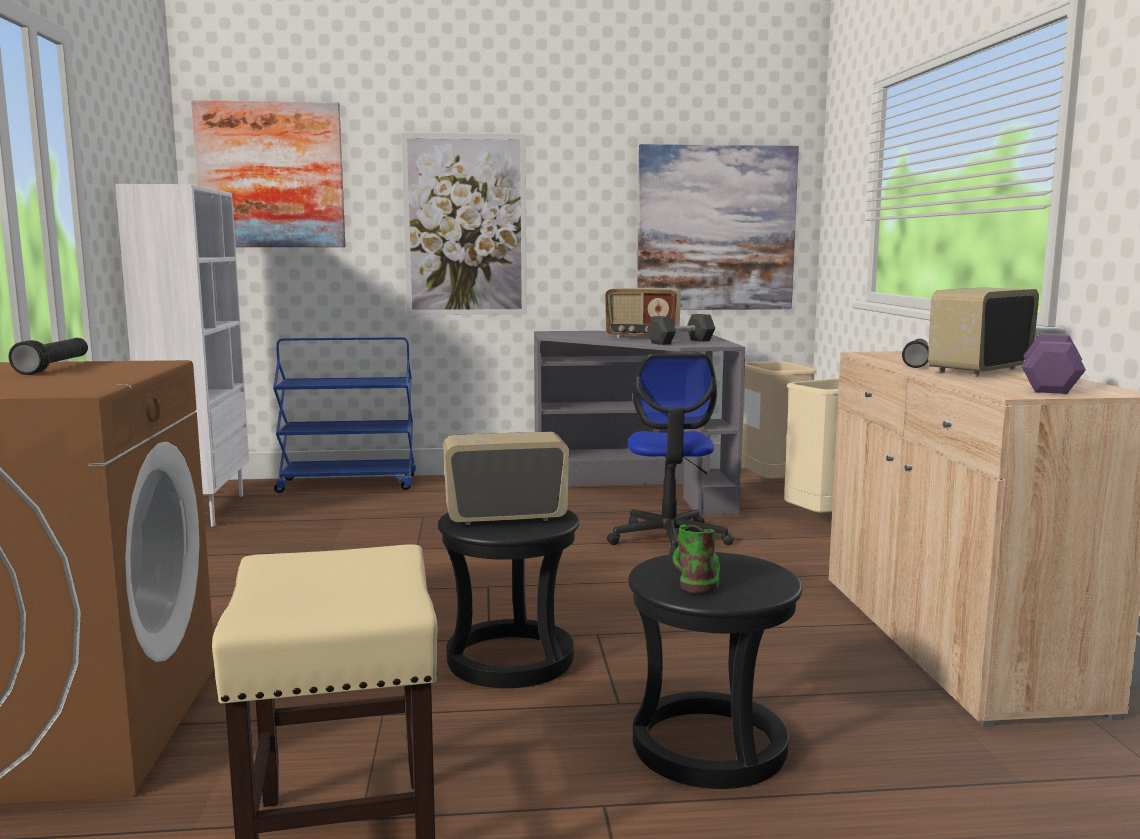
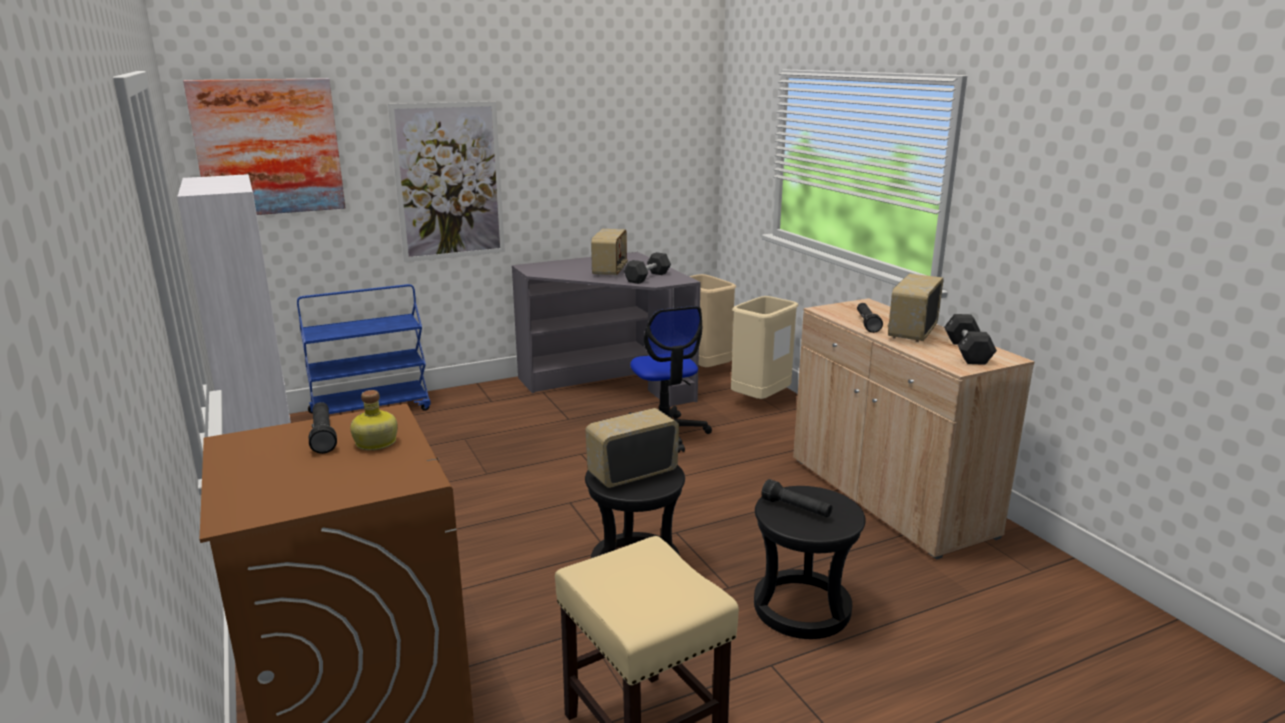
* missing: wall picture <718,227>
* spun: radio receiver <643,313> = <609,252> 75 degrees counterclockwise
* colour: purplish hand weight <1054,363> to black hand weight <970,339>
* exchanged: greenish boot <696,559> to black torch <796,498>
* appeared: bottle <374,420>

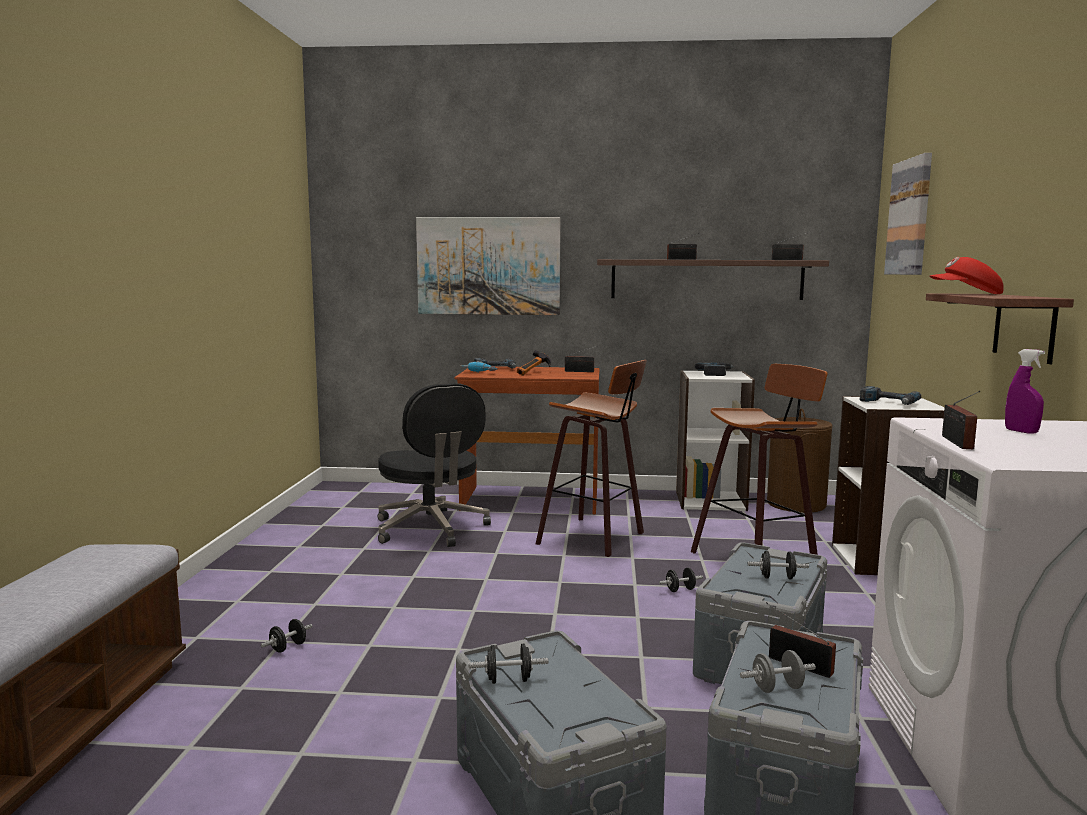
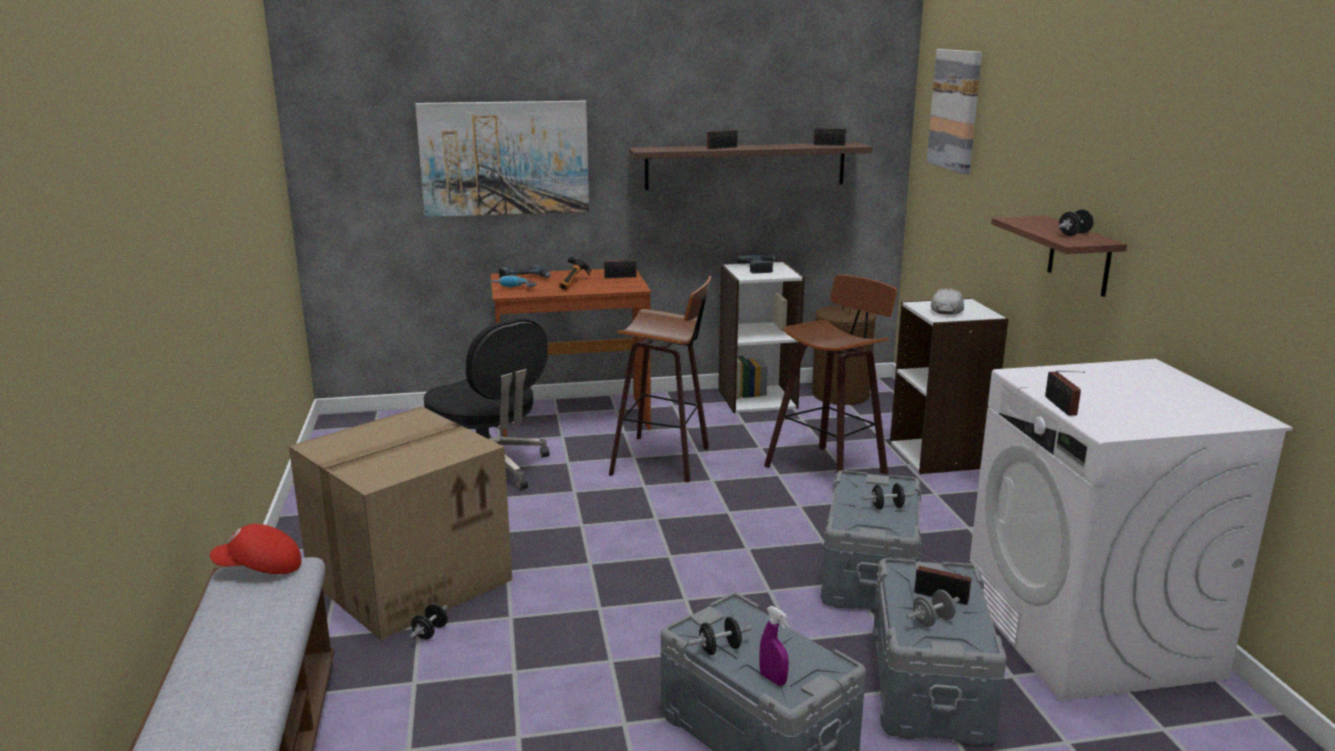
* relocated: red-coloured baseball cap <966,275> to <256,549>
* relocated: purplish sprayer <1025,391> to <774,646>
* exchanged: power drill <890,395> to white baseball cap <947,301>
* relocated: black hand weight <681,579> to <1076,223>
* appeared: packing box <400,523>

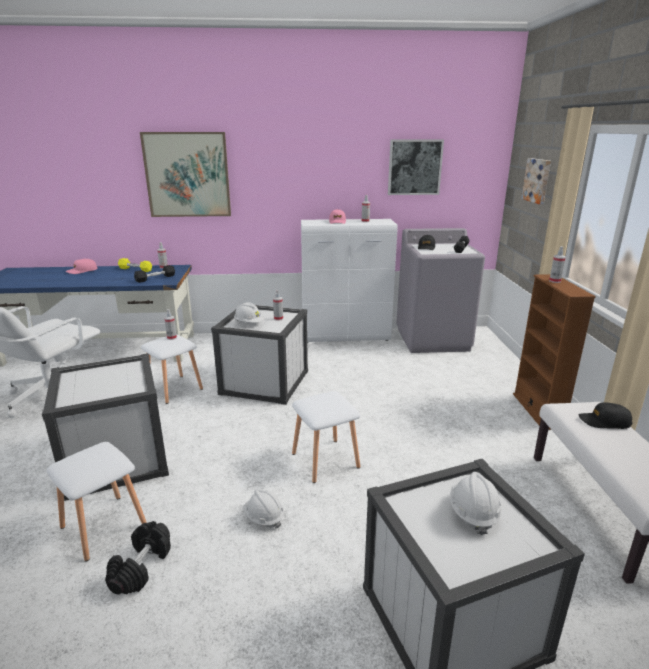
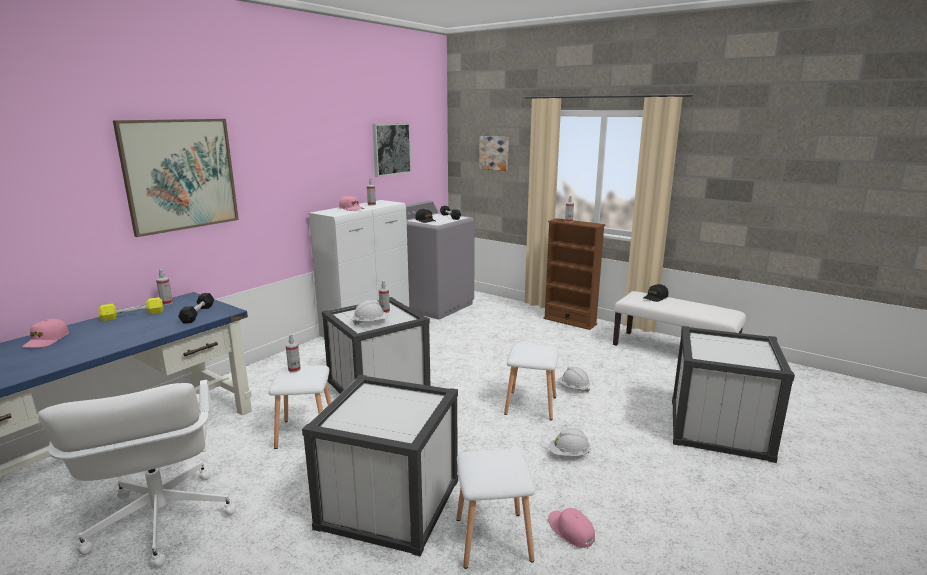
* relocated: white work helmet <476,503> to <574,379>
* exchanged: black hand weight <138,557> to pink baseball cap <571,528>

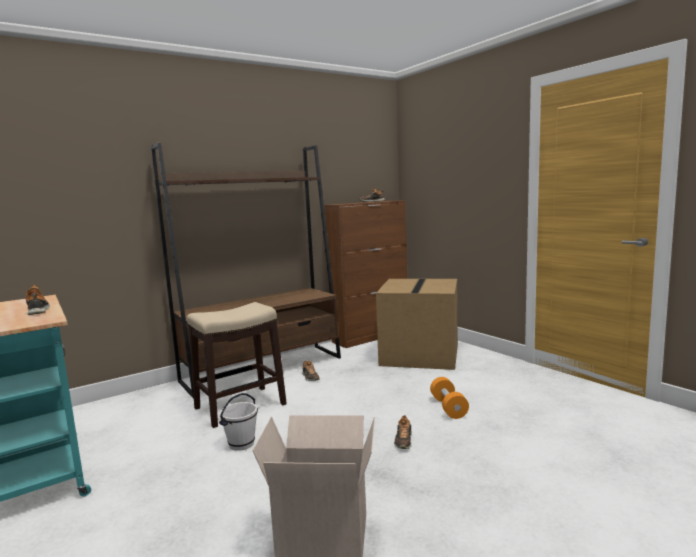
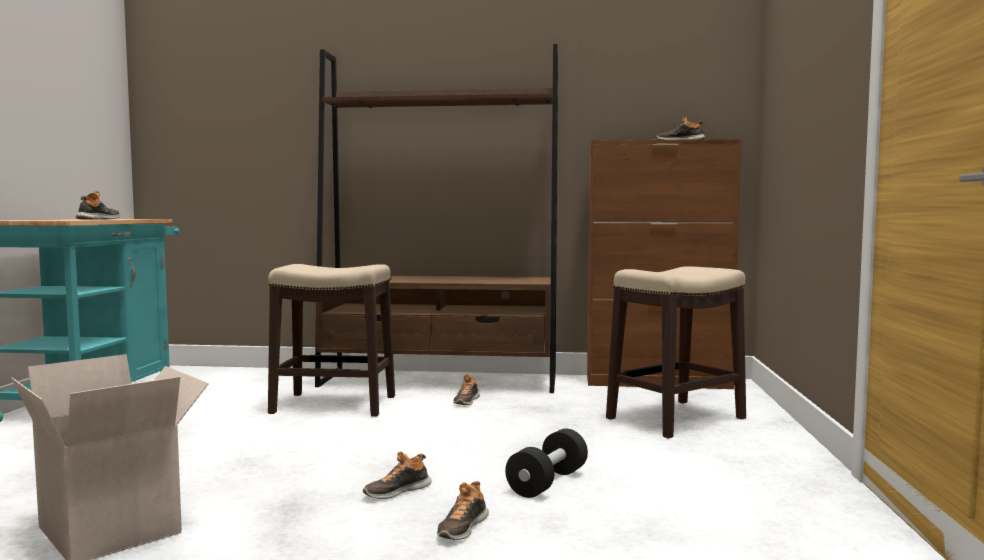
* exchanged: packing box <417,324> to stool <676,352>
* colour: orange hand weight <449,398> to black hand weight <546,463>
* missing: white pail <238,422>
* appeared: item of footwear <463,510>

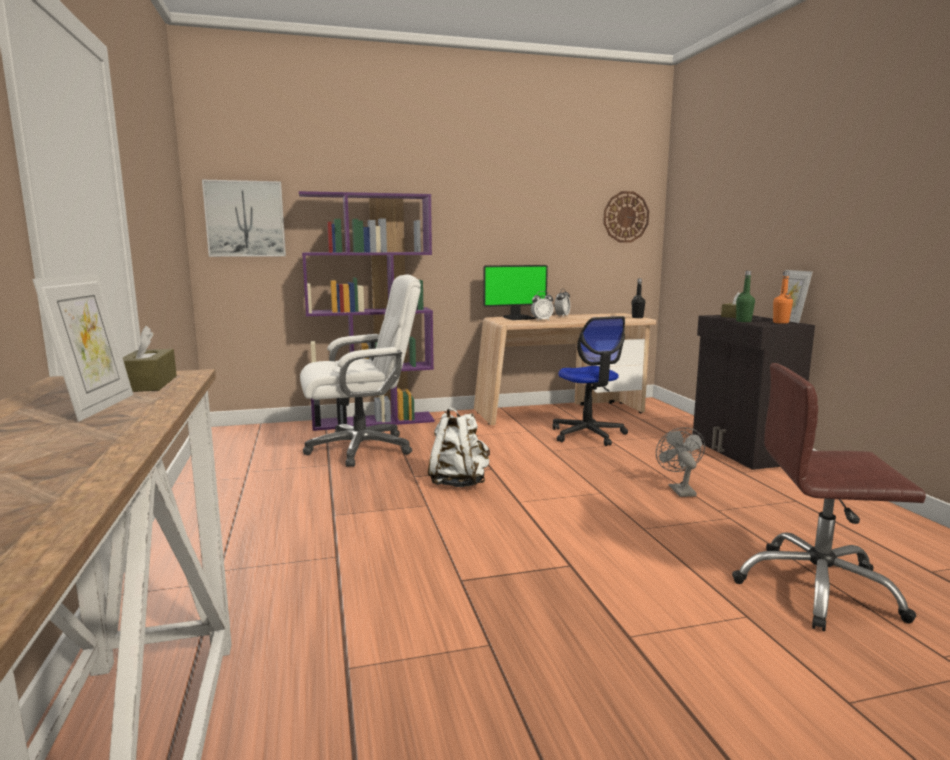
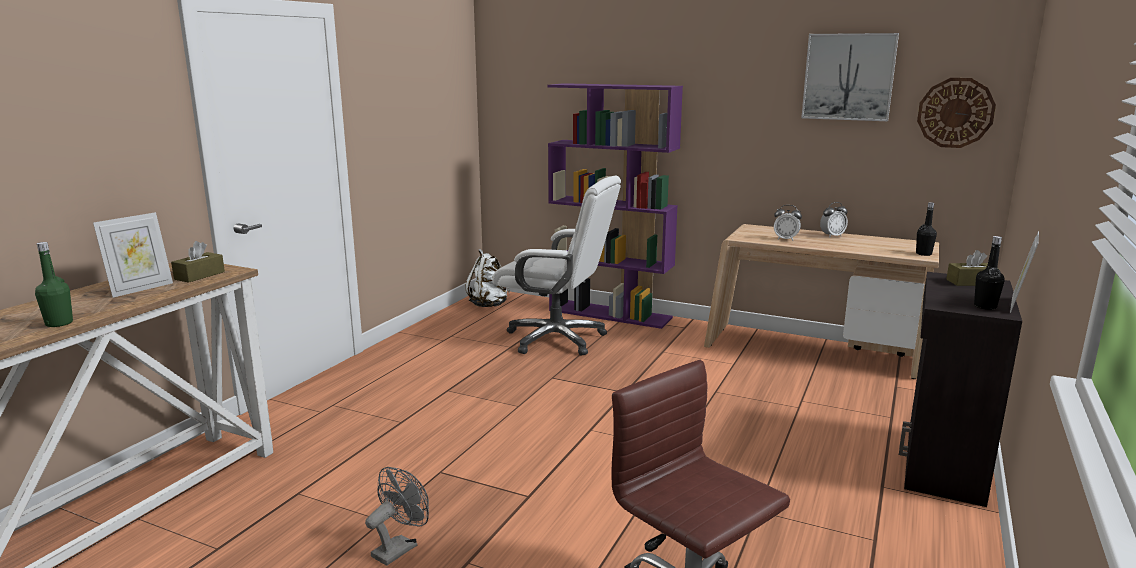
* relocated: wall picture <244,218> to <850,77>
* missing: computer screen <515,292>
* relocated: greenish bottle <745,296> to <54,284>
* colour: orange bottle <783,297> to black bottle <989,273>
* missing: office chair <590,381>
* relocated: white knapsack <459,447> to <487,278>
* relocated: gray fan <680,462> to <397,516>

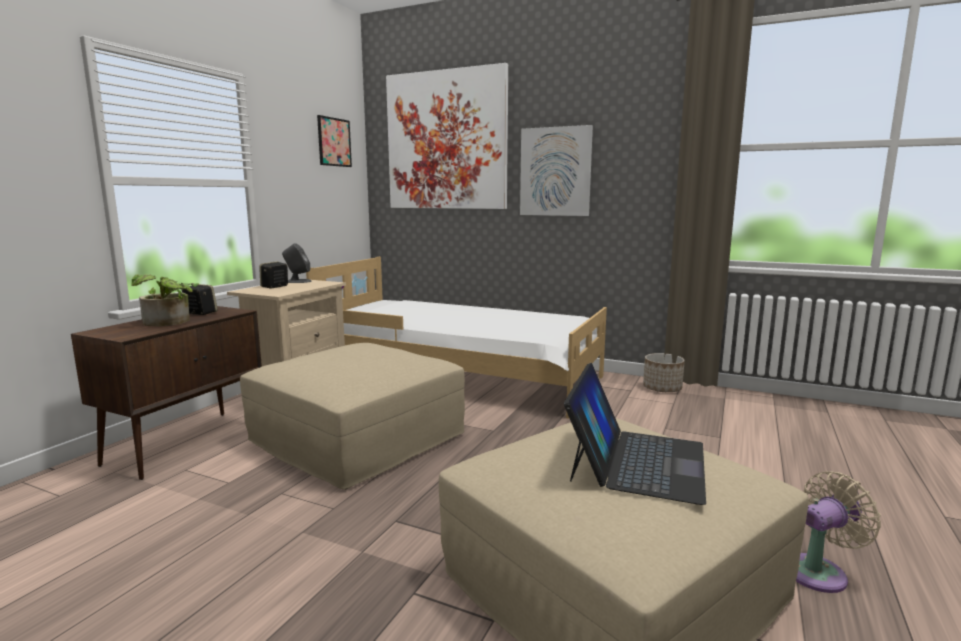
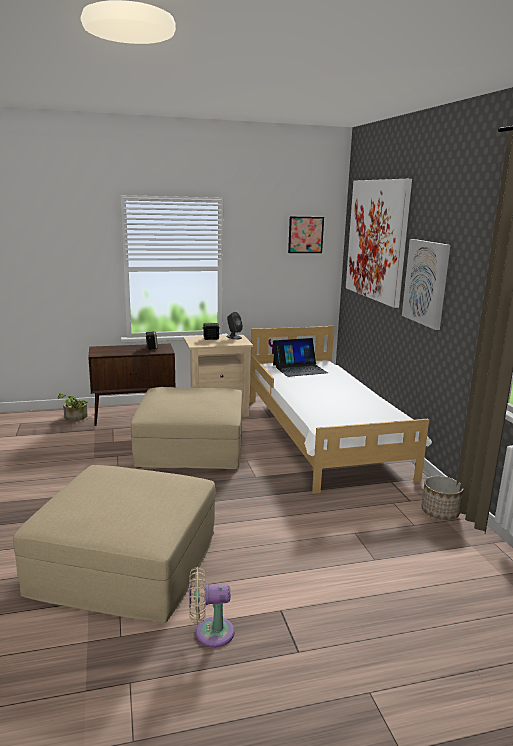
* relocated: houseplant <165,300> to <72,407>
* relocated: notebook computer <635,434> to <300,357>
* spun: beige fan <838,532> = <211,607> 150 degrees clockwise

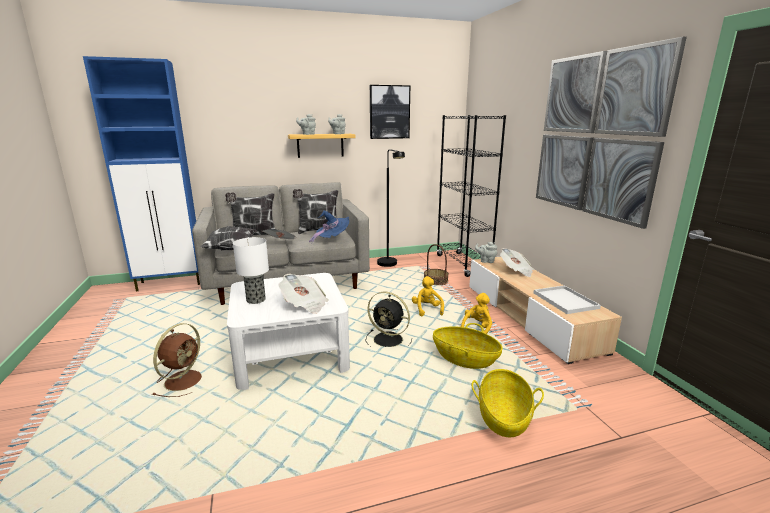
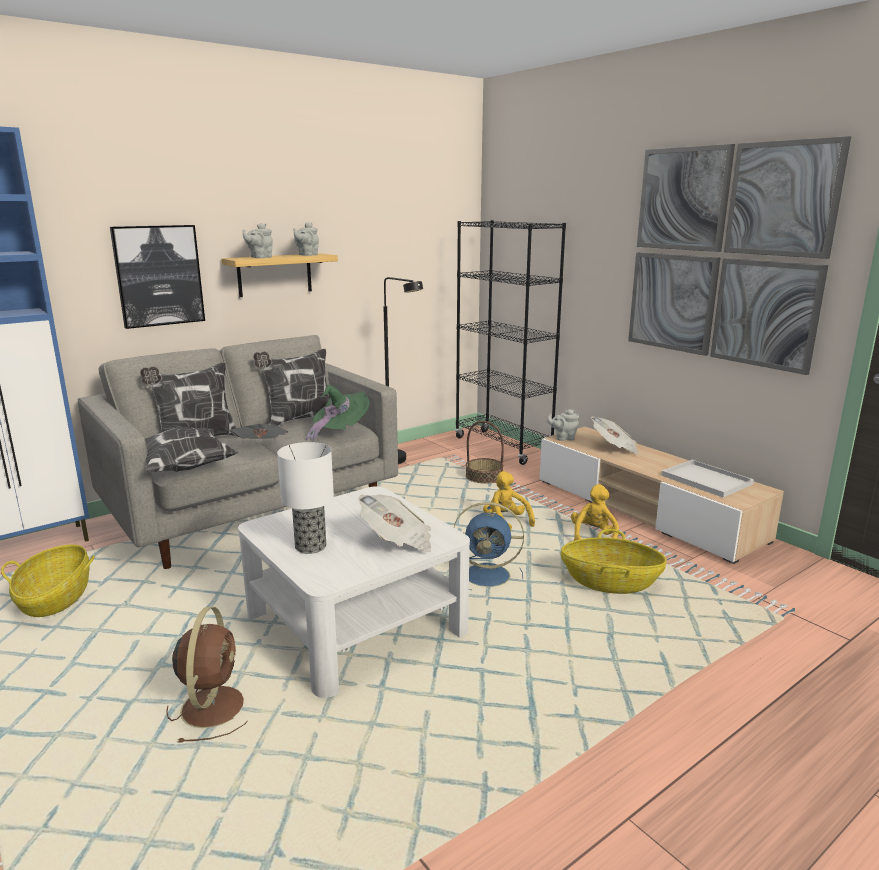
* relocated: wall picture <390,112> to <157,277>
* colour: blue-coloured clothing hat <329,227> to greenish clothing hat <338,413>
* colour: black fan <388,319> to blue-coloured fan <489,546>
* relocated: basket <508,403> to <48,580>

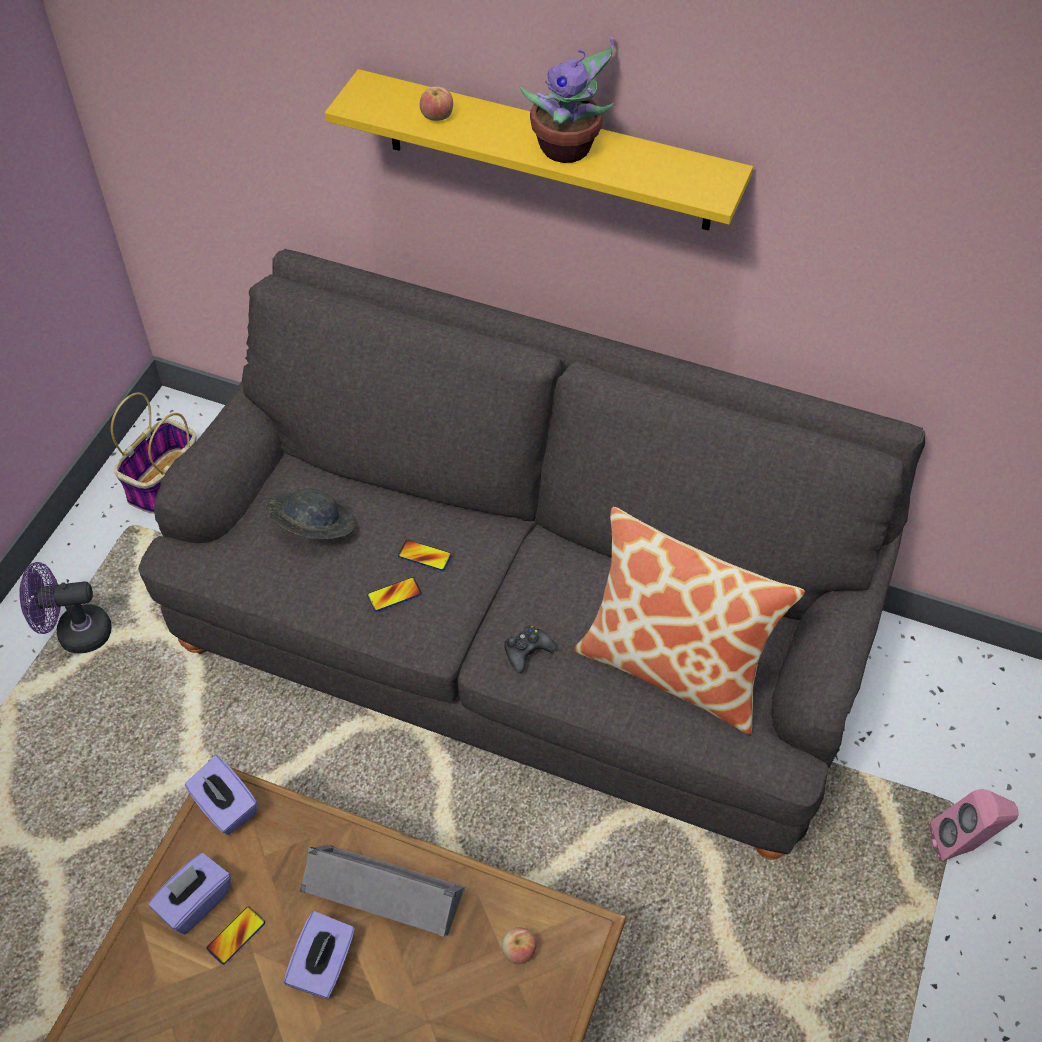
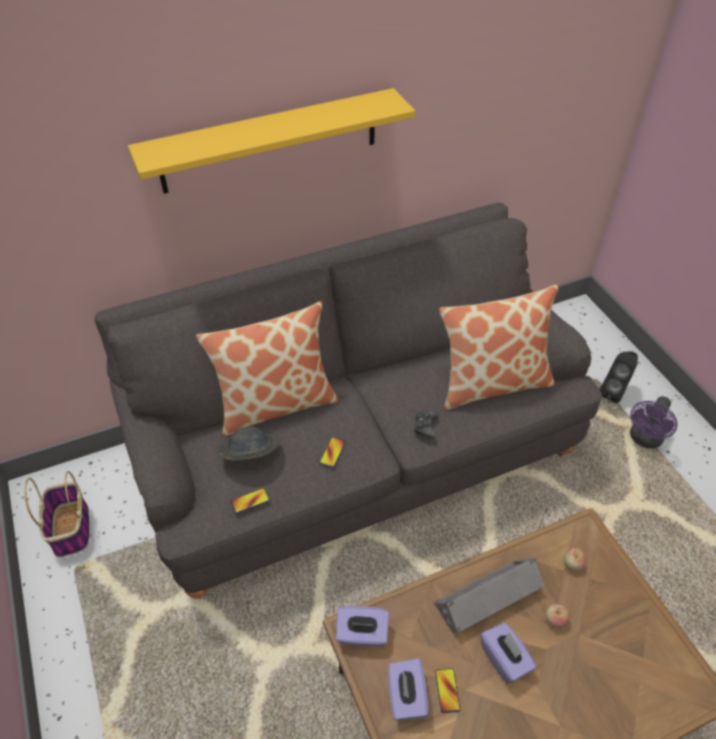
* missing: houseplant <567,99>
* relocated: whole apple <436,104> to <557,615>
* relocated: phone <424,555> to <250,501>
* relocated: purplish fan <65,608> to <653,422>
* colour: pink audio speaker <974,825> to black audio speaker <619,377>
* appeared: cushion <267,369>

